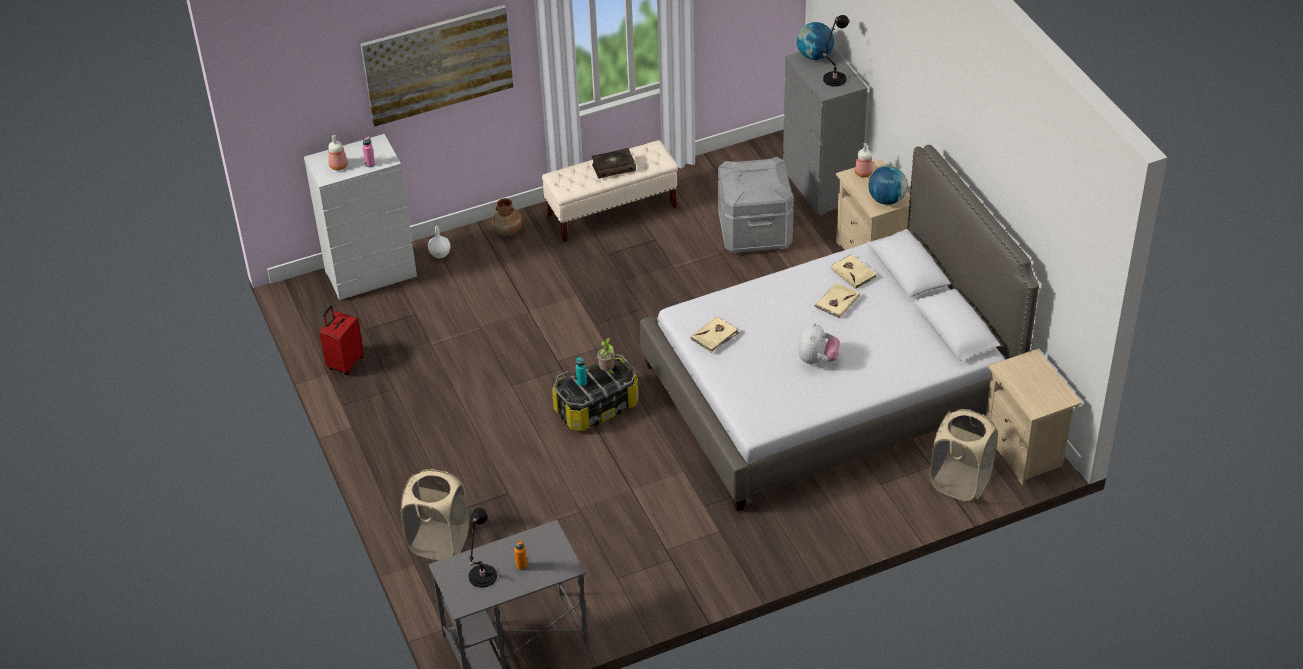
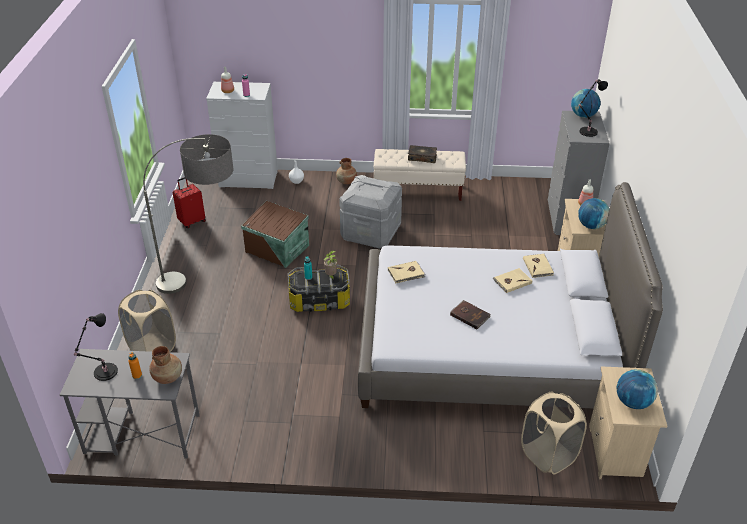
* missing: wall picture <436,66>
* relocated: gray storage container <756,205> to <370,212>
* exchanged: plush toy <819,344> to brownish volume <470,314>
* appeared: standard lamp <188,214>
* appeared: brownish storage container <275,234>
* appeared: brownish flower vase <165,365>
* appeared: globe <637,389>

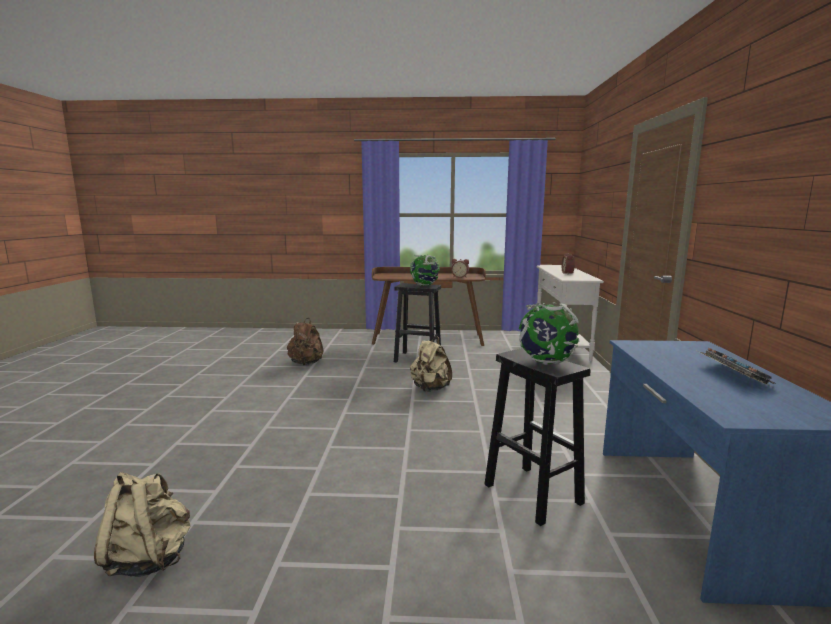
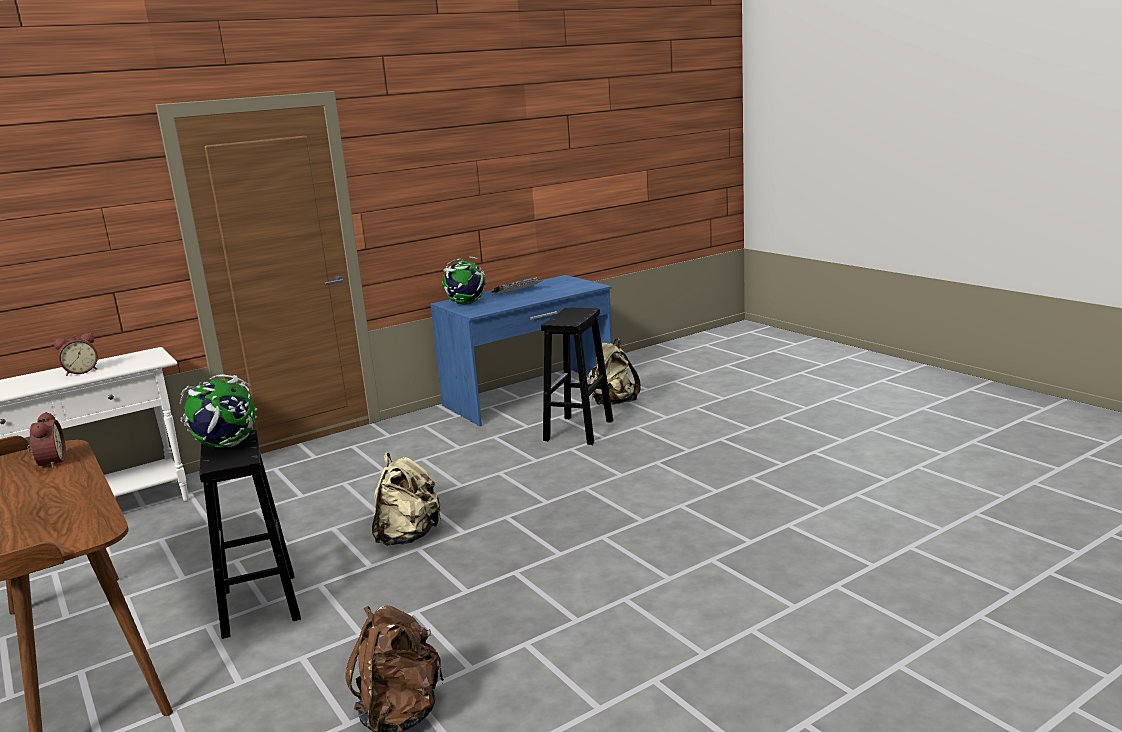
* relocated: globe <549,333> to <464,281>
* relocated: beige knapsack <142,524> to <614,372>

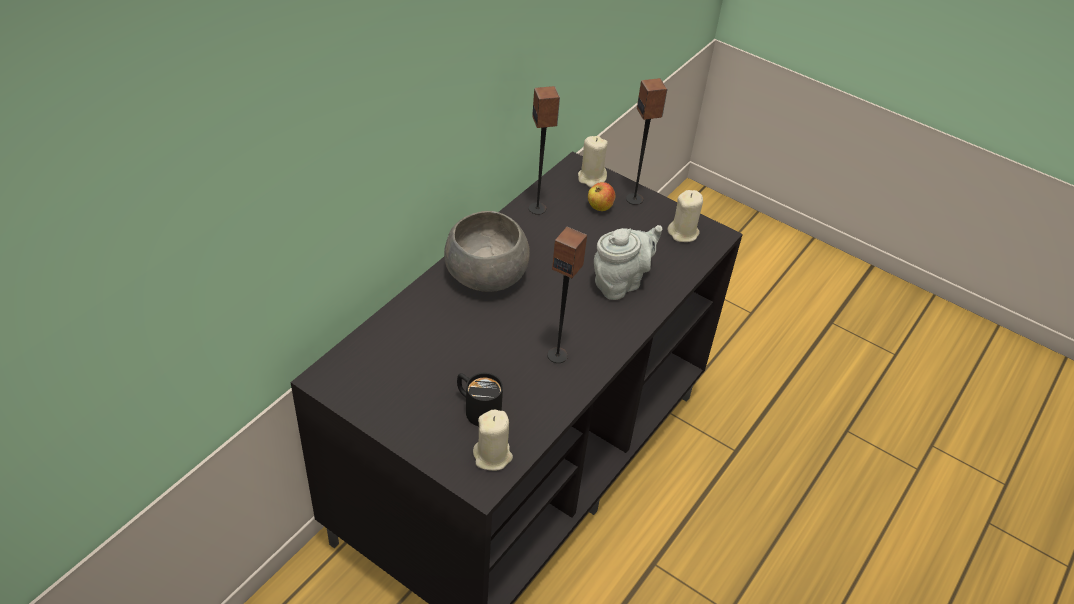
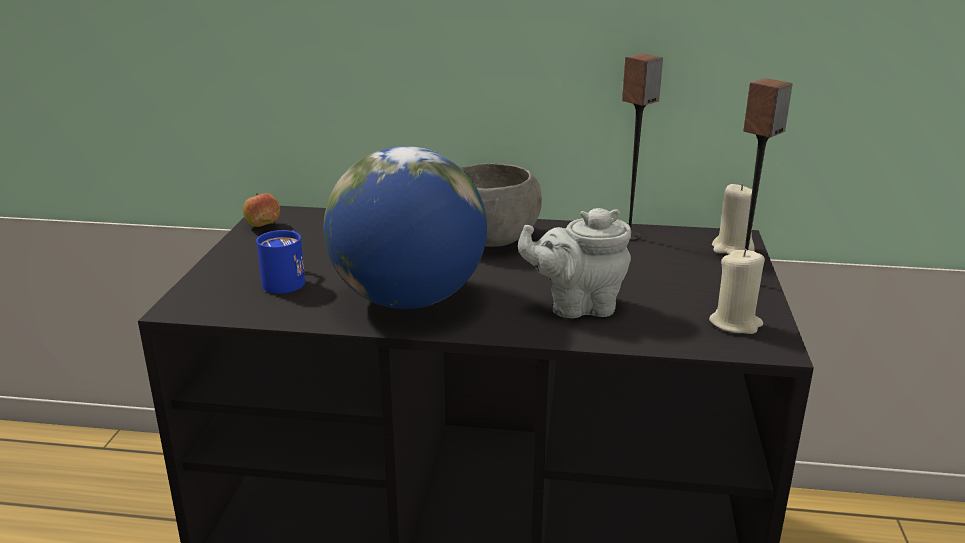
* relocated: whole apple <601,196> to <261,210>
* spun: gray pot for tea <628,262> = <574,263> 150 degrees clockwise
* exchanged: audio speaker <567,295> to globe <405,227>
* colour: black tea mug <480,399> to blue-coloured tea mug <280,262>
* missing: beige wax candle <493,440>

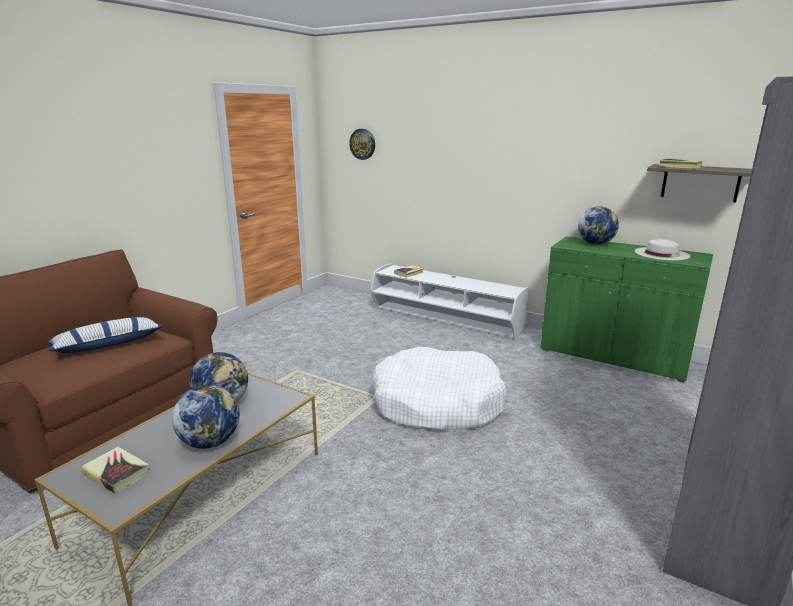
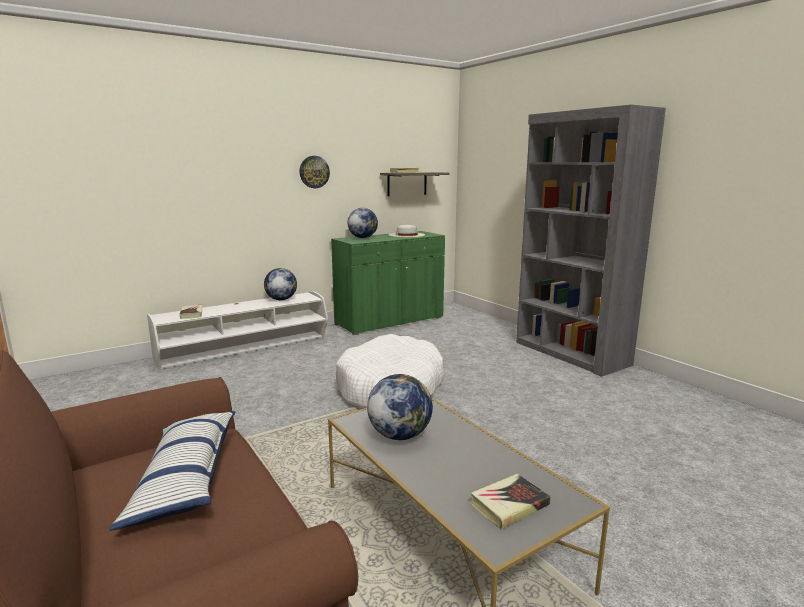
* relocated: wall clock <362,144> to <315,172>
* relocated: globe <206,416> to <280,284>

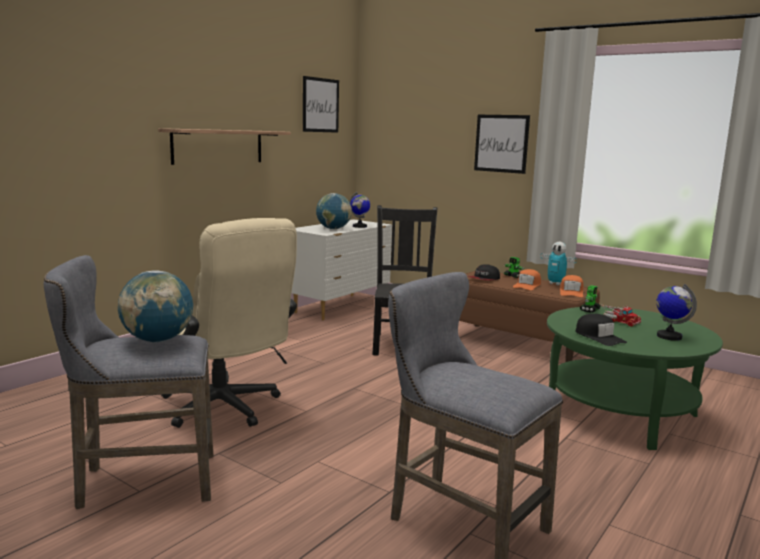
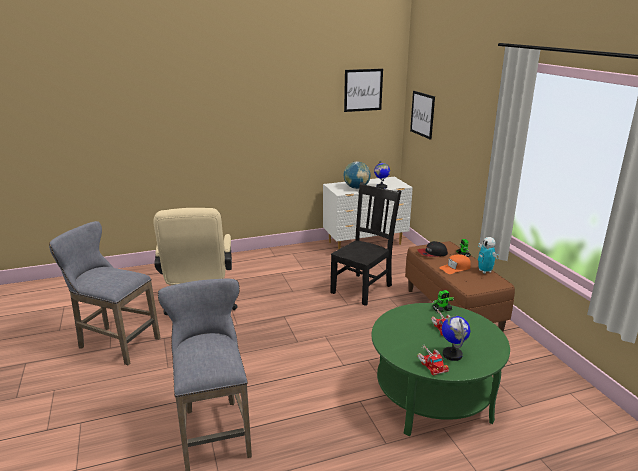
* relocated: wall picture <502,144> to <422,115>
* missing: shelf <224,146>
* missing: globe <155,306>
* missing: orange baseball cap <571,286>
* missing: black baseball cap <601,330>
* appeared: toy lorry <433,360>

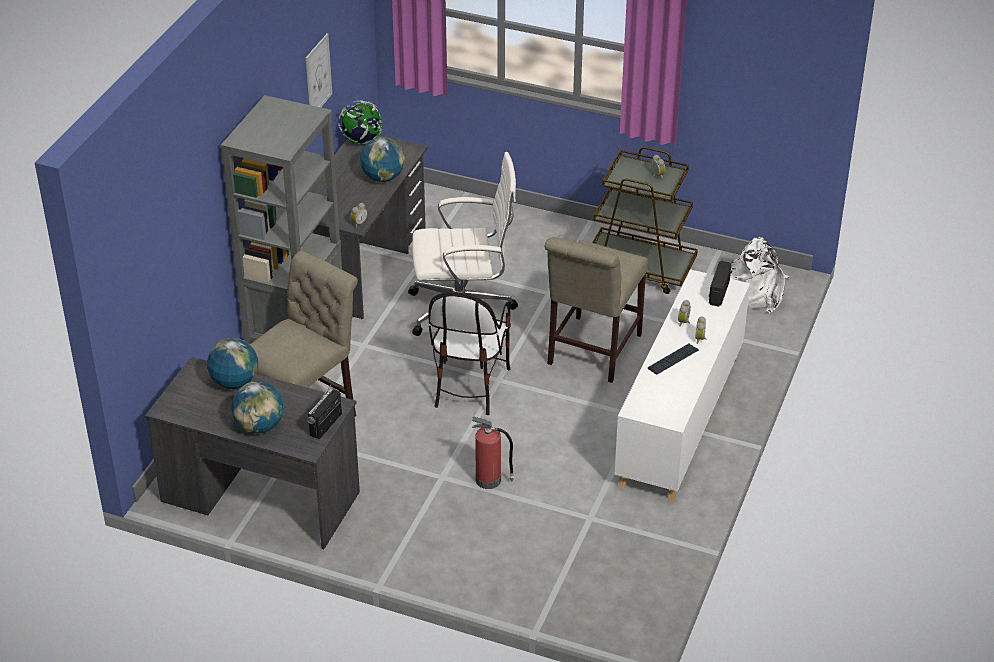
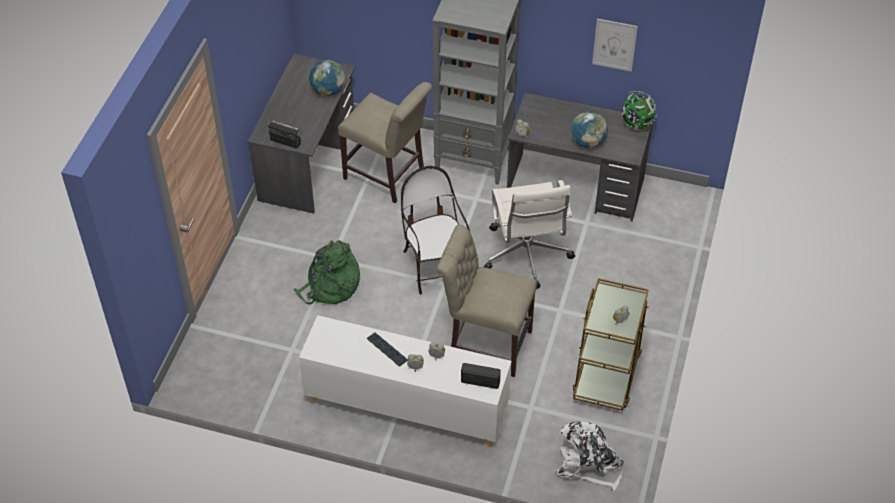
* spun: plain chair <469,353> = <435,230> 60 degrees clockwise
* missing: globe <257,407>
* exchanged: extinguisher <493,453> to greenish knapsack <327,272>

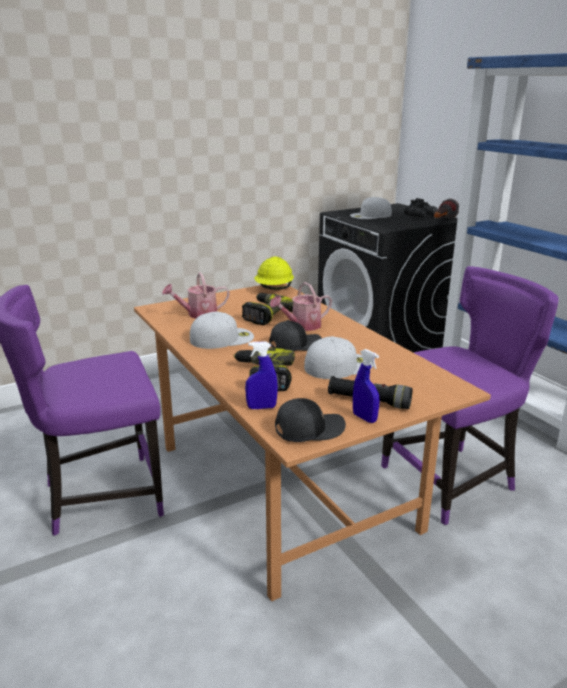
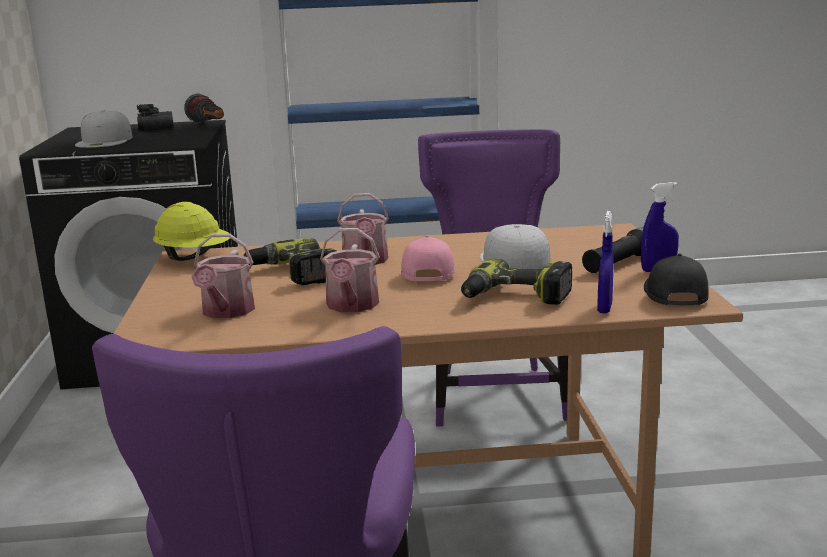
* exchanged: white baseball cap <222,330> to watering pot <350,270>
* colour: black baseball cap <295,335> to pink baseball cap <428,258>

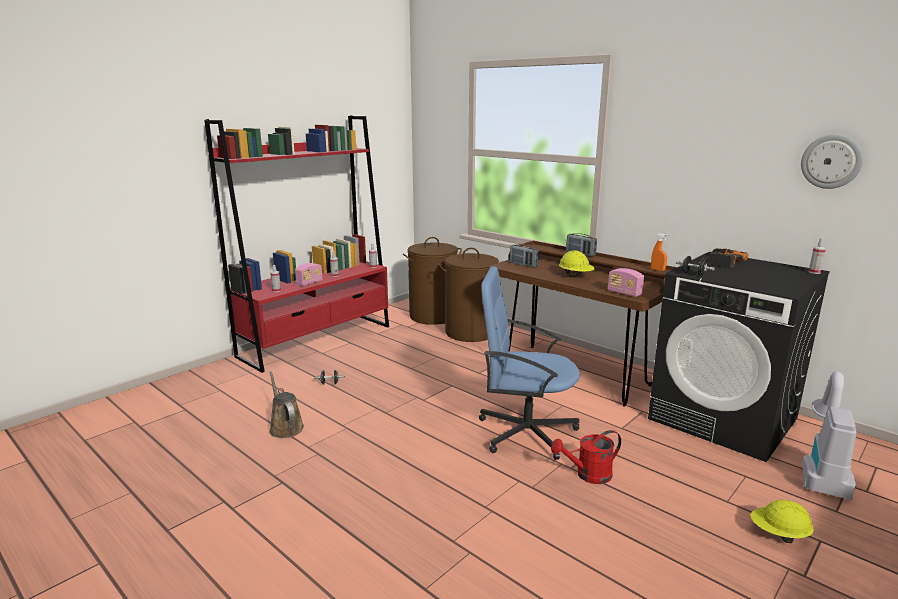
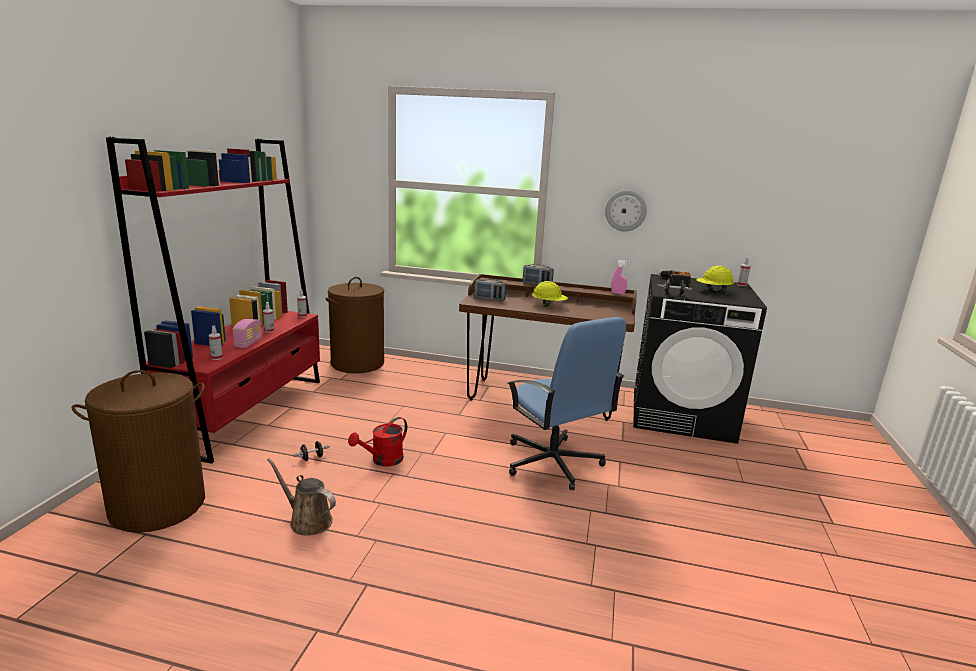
* relocated: wall clock <832,161> to <626,210>
* colour: orange sprayer <659,252> to pink sprayer <619,277>
* relocated: brownish washing basket <470,295> to <138,451>
* spun: blue-coloured office chair <529,363> = <566,403> 105 degrees counterclockwise
* missing: radio receiver <626,282>
* missing: vacuum <829,435>
* relocated: red-coloured watering pot <586,457> to <377,442>
* relocated: yellowish work helmet <782,521> to <715,279>

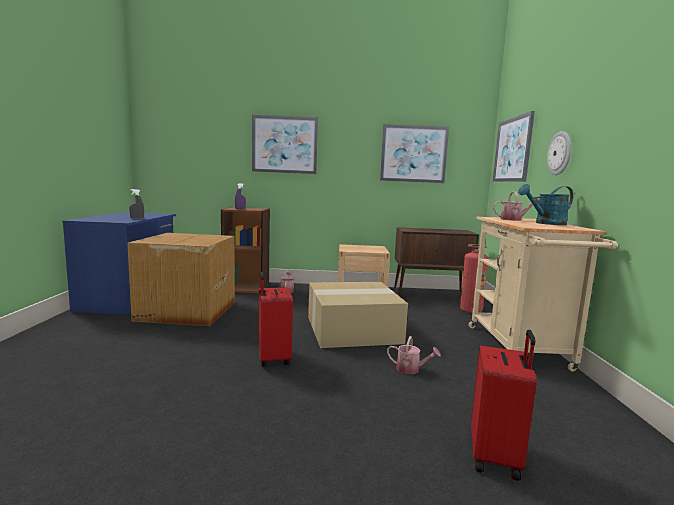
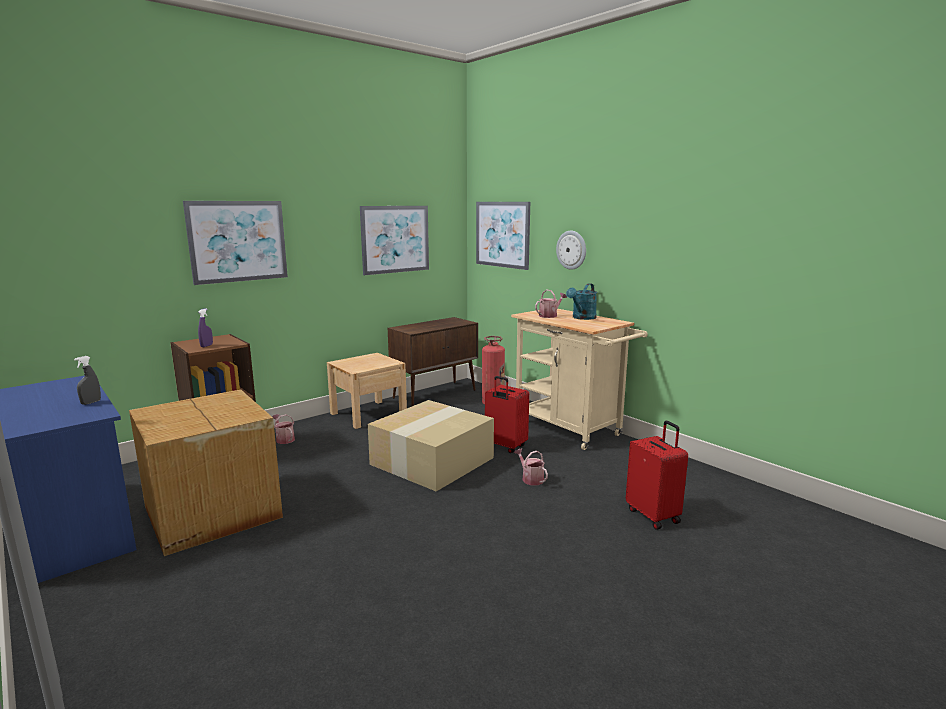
* relocated: red-coloured piece of luggage <276,319> to <507,414>
* spun: watering pot <414,355> = <531,467> 105 degrees counterclockwise

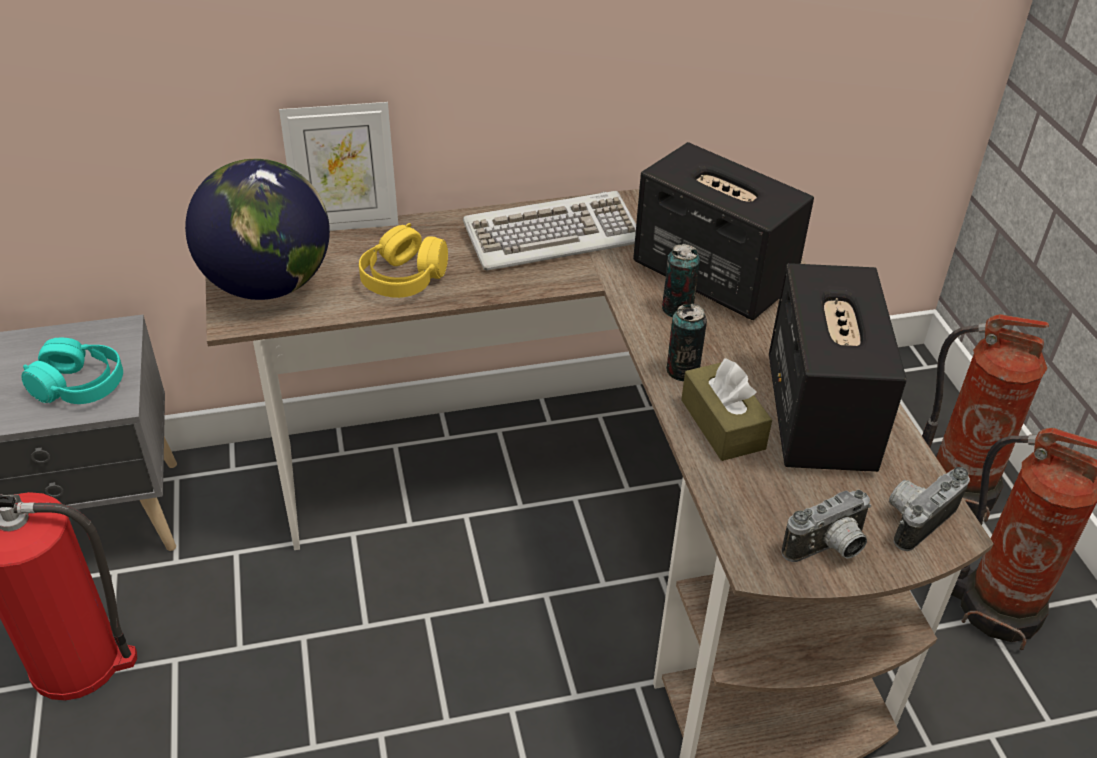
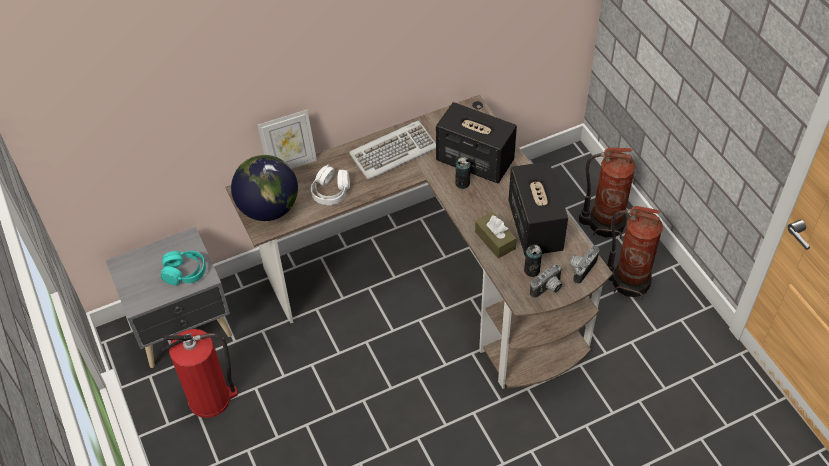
* colour: yellowish headset <403,260> to white headset <330,184>
* relocated: sealed can <686,342> to <533,260>

